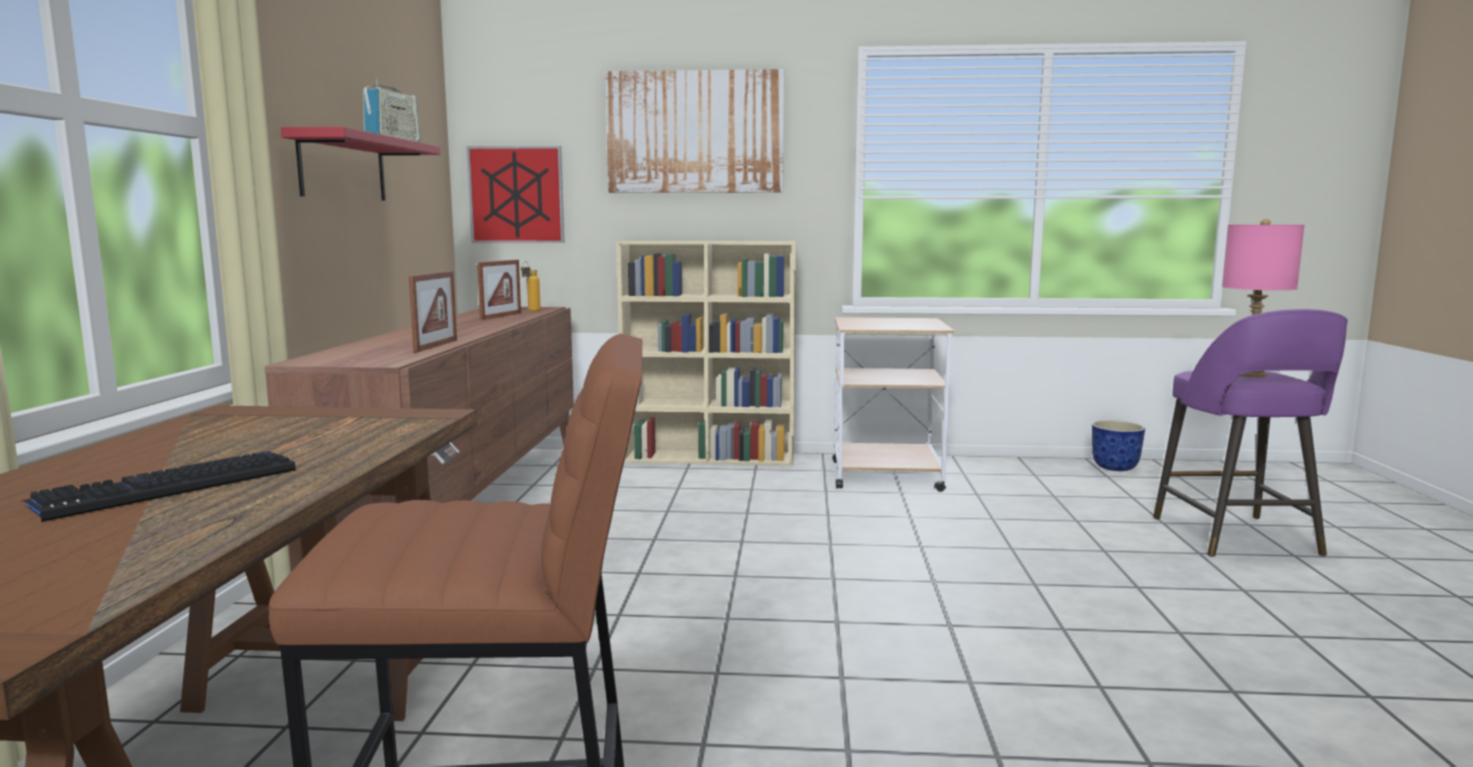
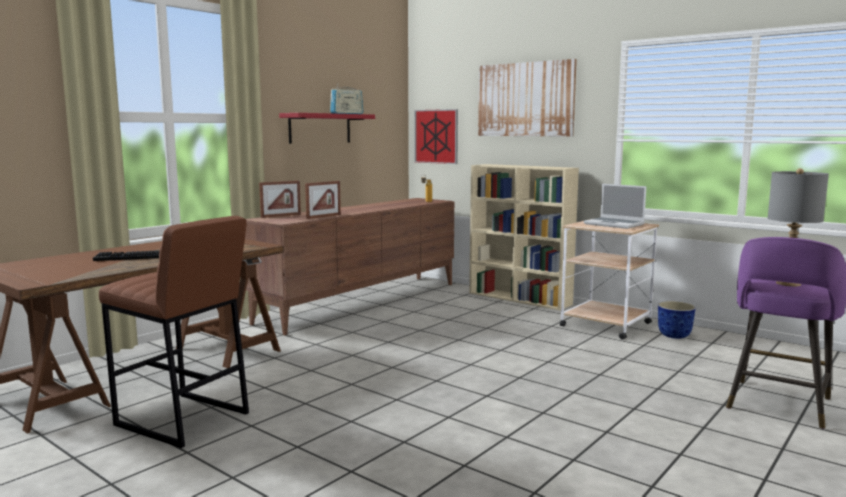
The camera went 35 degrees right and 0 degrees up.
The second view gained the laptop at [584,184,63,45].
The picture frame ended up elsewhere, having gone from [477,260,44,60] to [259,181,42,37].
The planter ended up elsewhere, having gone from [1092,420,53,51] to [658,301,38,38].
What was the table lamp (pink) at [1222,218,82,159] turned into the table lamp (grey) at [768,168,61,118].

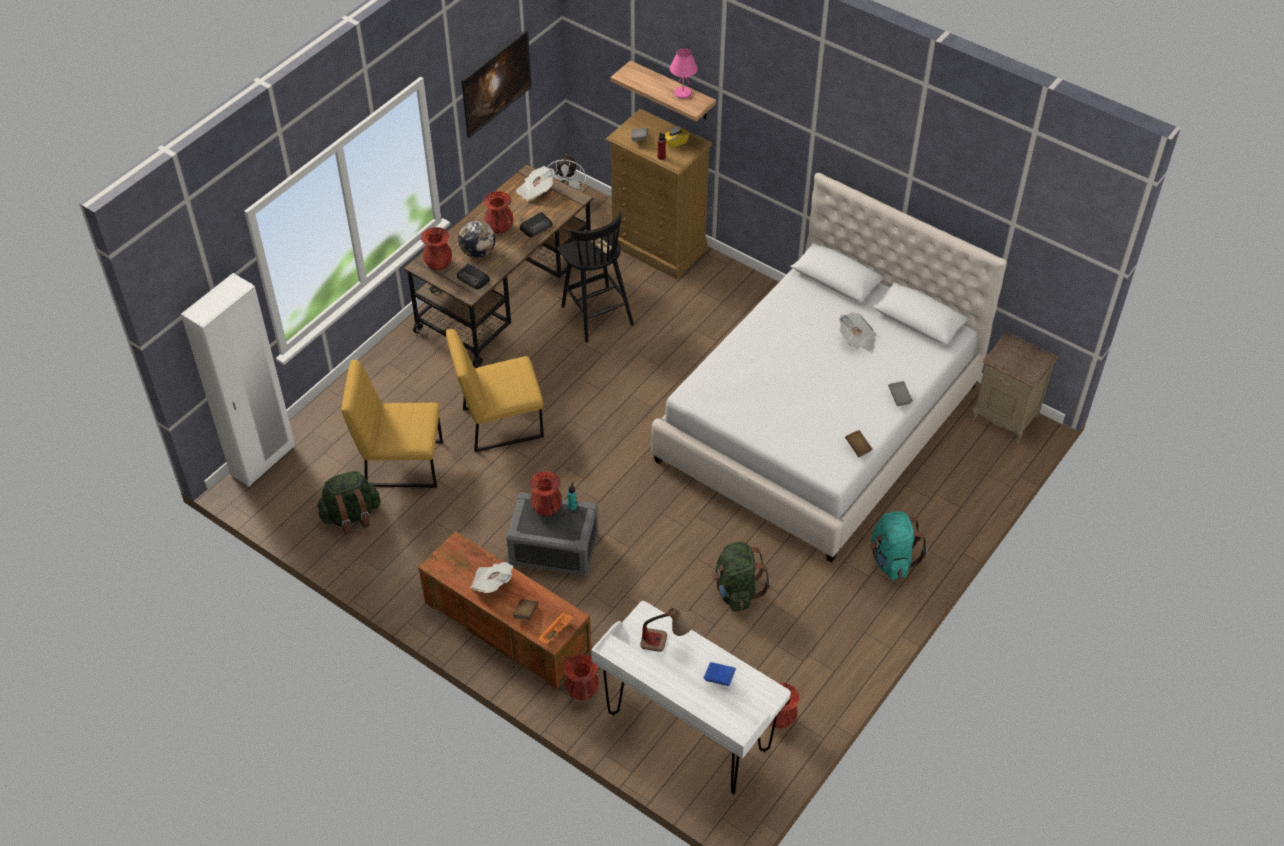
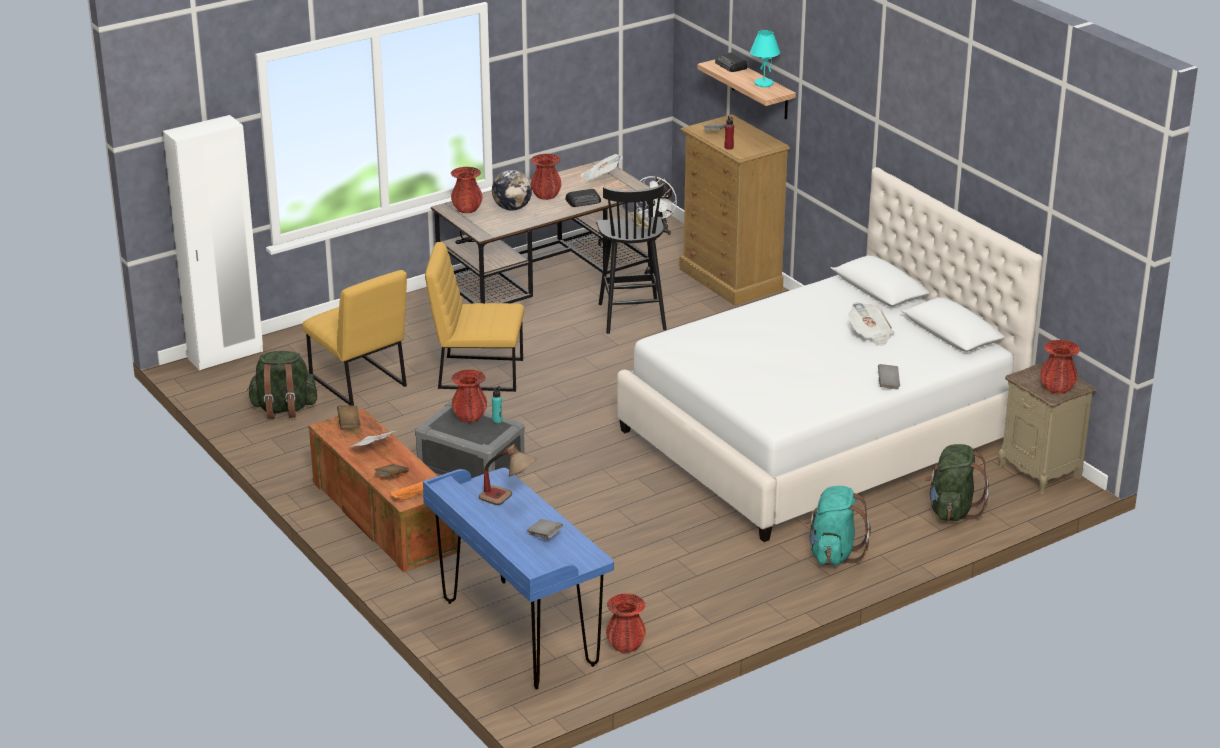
The camera went 20 degrees right and 20 degrees down.
The second view lost the picture at [461,30,71,108].
The second view lost the tissue box (yellow) at [664,126,25,23].
The radio ended up elsewhere, having gone from [457,264,33,26] to [715,52,32,20].
The vase (red) ended up elsewhere, having gone from [565,655,34,45] to [1040,340,40,54].
The backpack (green) ended up elsewhere, having gone from [712,542,58,70] to [925,444,64,77].
The book (brown) ended up elsewhere, having gone from [845,430,28,27] to [337,405,24,24].
What was the desk (white) at [591,601,200,193] turned into the desk (blue) at [423,468,191,221].
What was the table lamp (pink) at [670,49,28,50] turned into the table lamp (turquoise) at [750,30,30,57].
What was the book (blue) at [703,662,33,24] turned into the book (grey) at [527,519,36,20].
The chair (yellow) at [341,360,102,128] ended up facing another way, 150 degrees counterclockwise from before.

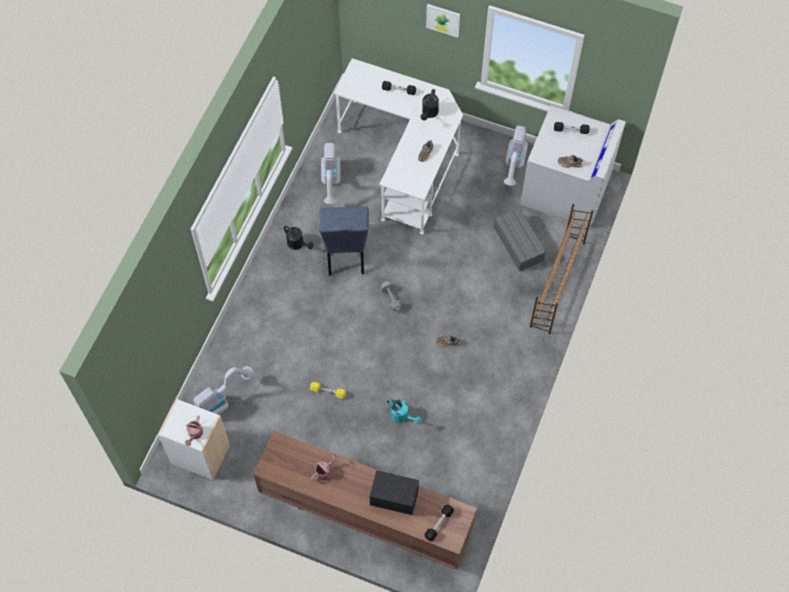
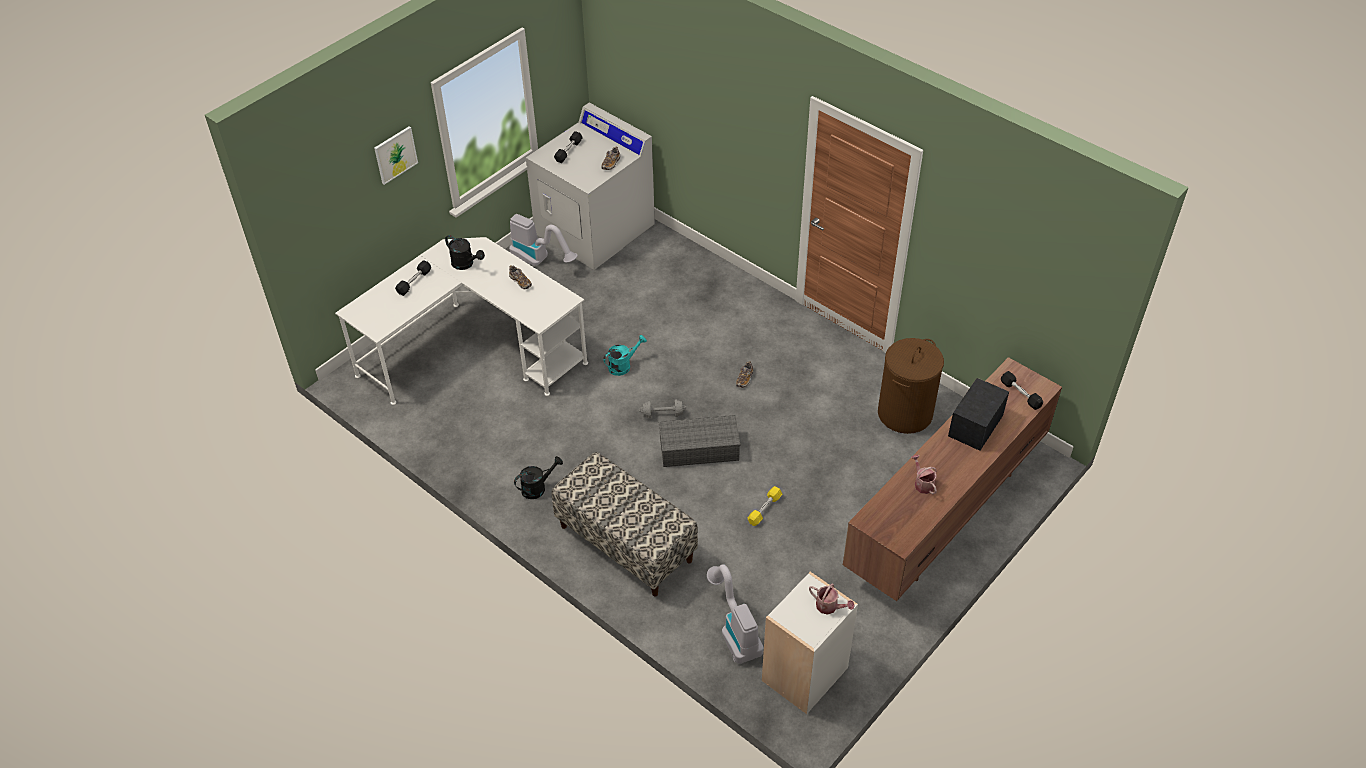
The camera went 70 degrees left and 15 degrees down.
The second view lost the chair (blue) at [319,207,50,68].
The second view lost the vacuum cleaner at [321,143,19,61].
The second view lost the shoe rack (brown) at [530,204,63,130].
The second view gained the bench at [551,452,147,145].
The second view gained the laundry basket (brown) at [878,338,66,96].
The watering can (turquoise) ended up elsewhere, having gone from [387,399,34,25] to [603,335,44,41].
The storage box (grey) ended up elsewhere, having gone from [494,208,52,63] to [659,415,81,52].

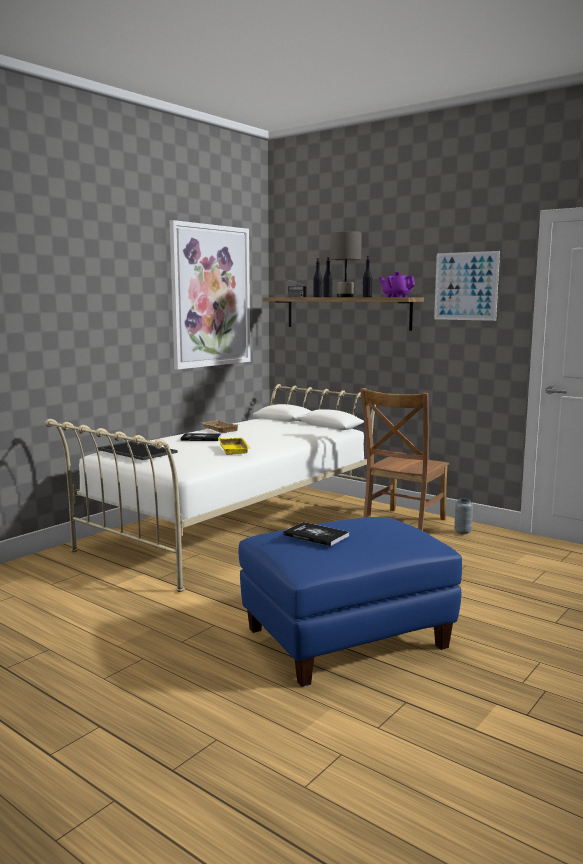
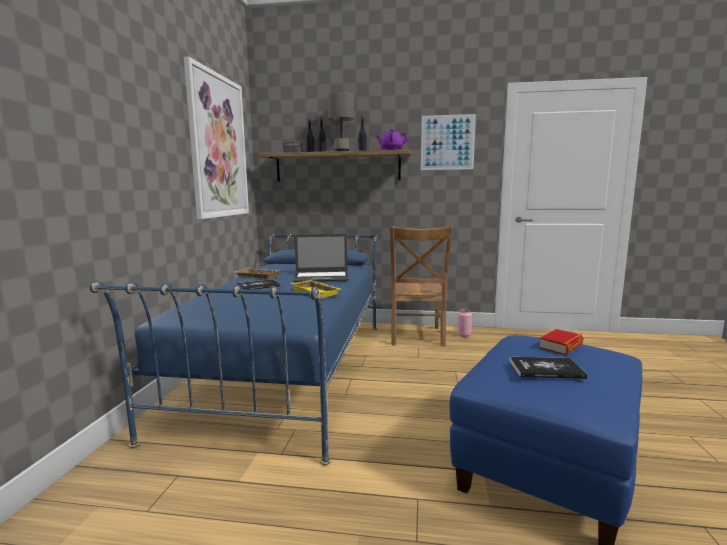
The camera went 30 degrees left and 0 degrees up.
The second view lost the tray at [97,441,81,19].
The second view gained the laptop at [293,234,56,48].
The second view gained the book at [539,329,44,26].
What was the bed (white) at [45,384,331,208] turned into the bed (blue) at [90,233,288,232].
What was the vase (grey) at [454,499,19,35] turned into the vase (pink) at [458,309,14,28].

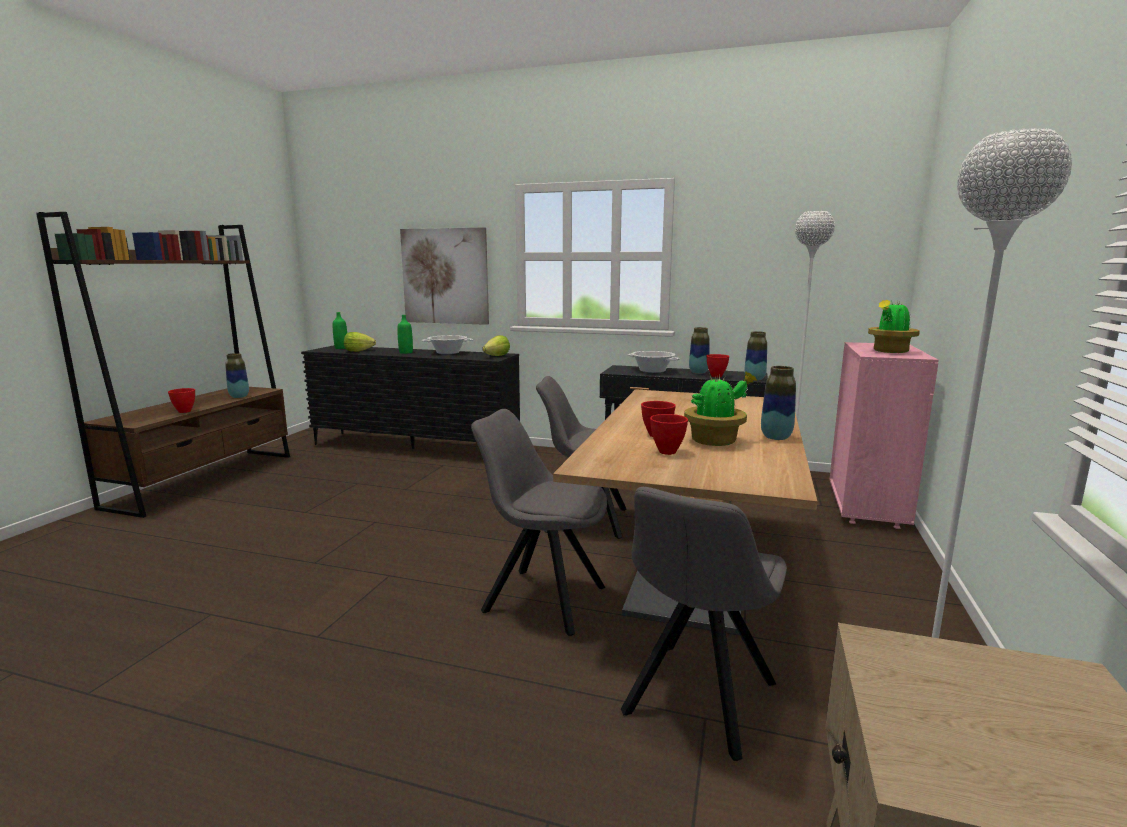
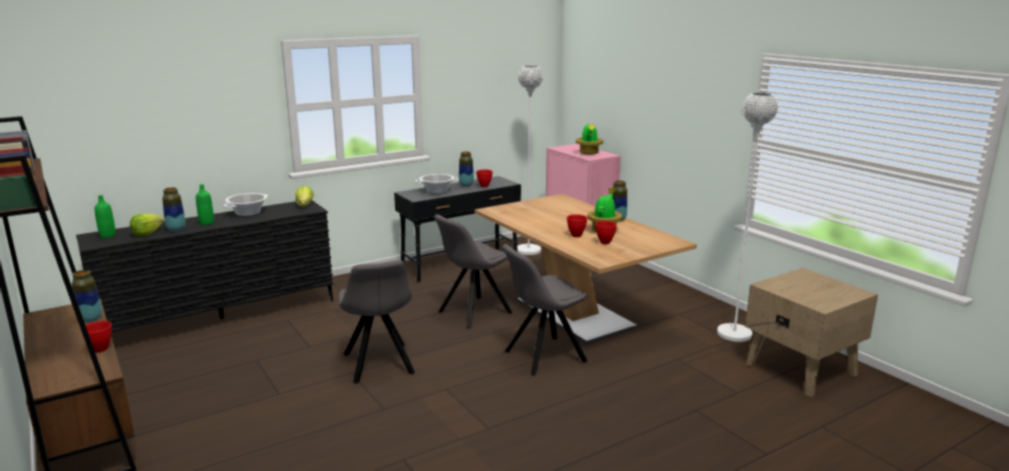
The camera went 50 degrees left and 5 degrees up.
The second view lost the picture at [400,227,89,98].
The chair (grey) ended up elsewhere, having gone from [621,487,166,274] to [339,260,76,124].
The vase ended up elsewhere, having gone from [744,331,23,50] to [162,187,24,45].

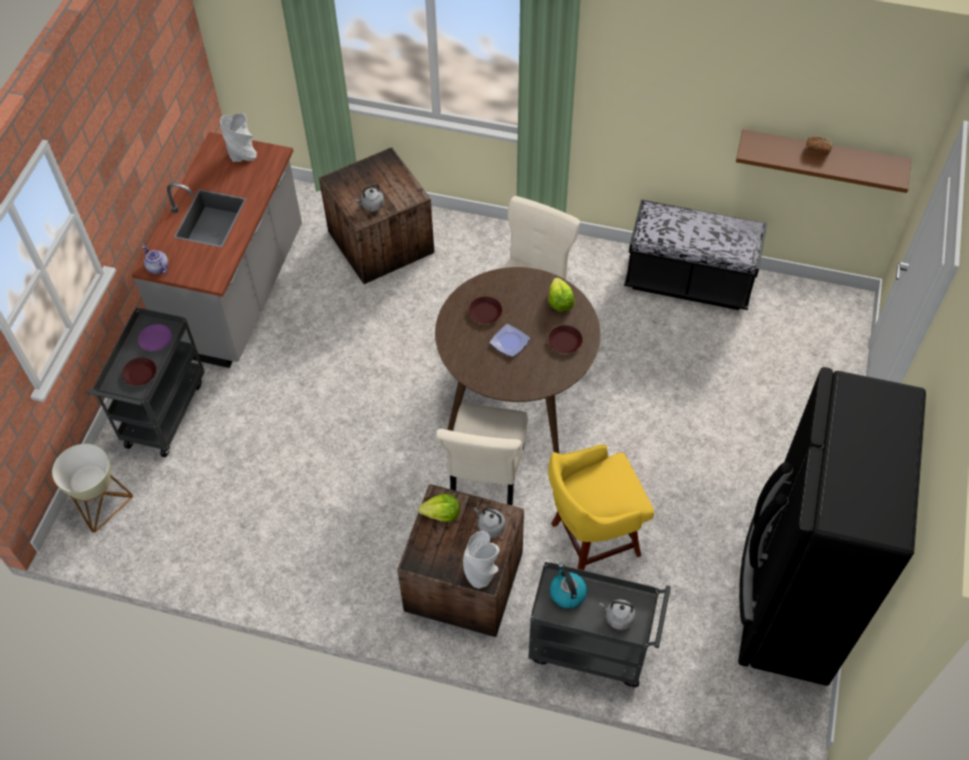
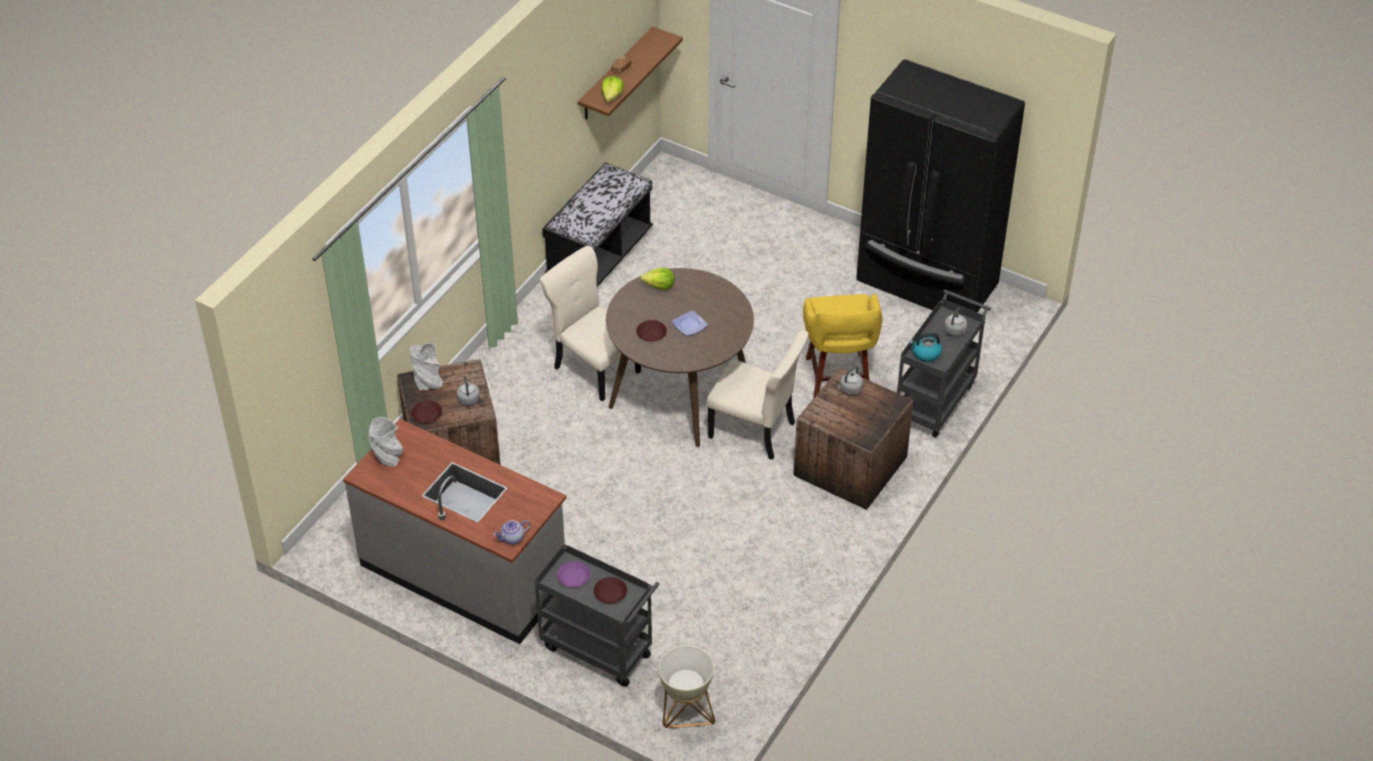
The camera went 75 degrees left and 10 degrees down.
The lettuce ended up elsewhere, having gone from [418,494,42,28] to [601,76,23,26].
The vase (grey) ended up elsewhere, having gone from [463,531,37,58] to [410,343,33,47].
The plate (brown) ended up elsewhere, having gone from [548,325,35,28] to [411,401,31,22].

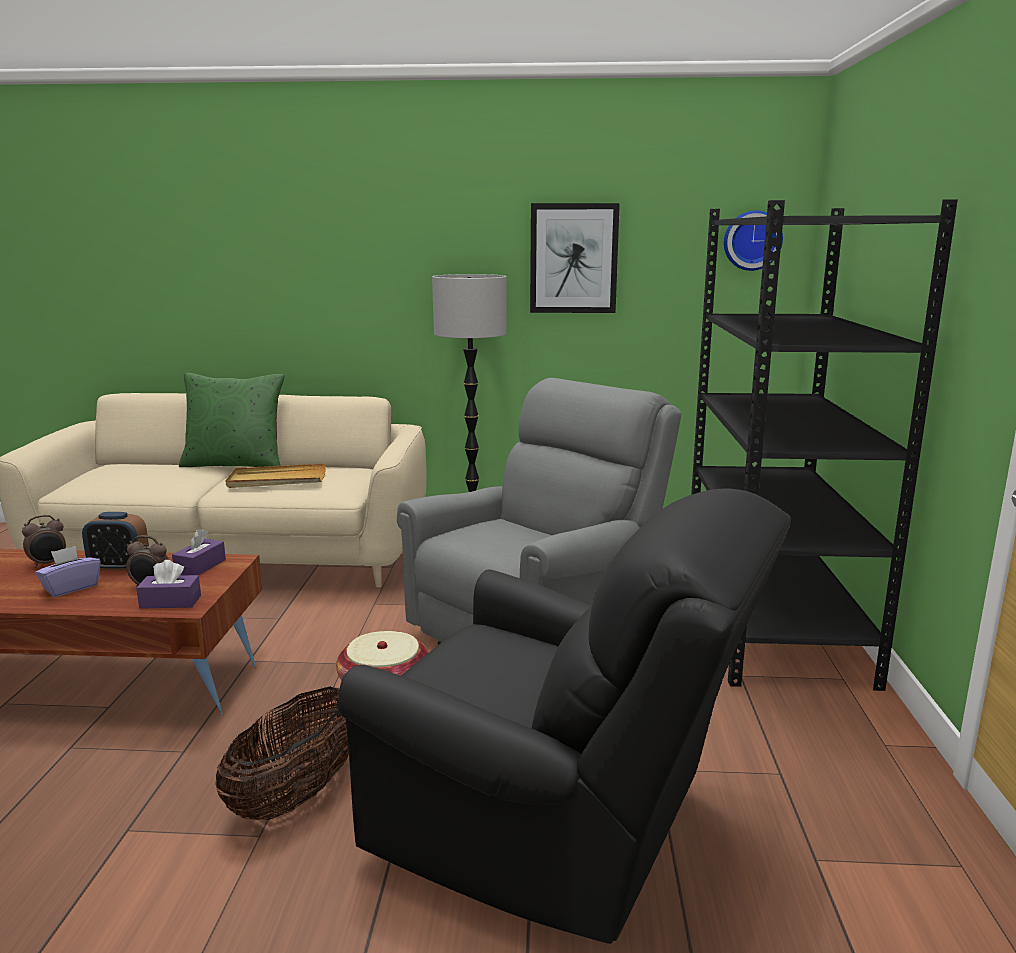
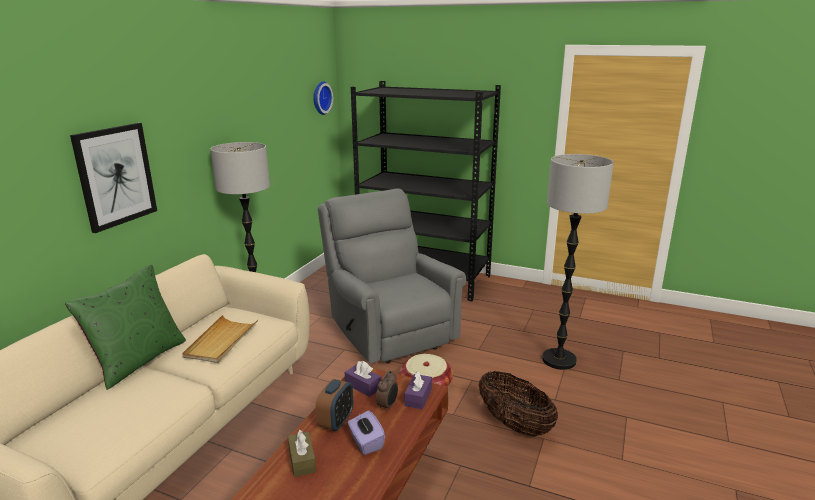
The camera went 70 degrees left and 5 degrees up.
The picture ended up elsewhere, having gone from [530,203,90,110] to [70,123,87,110].
Where the alarm clock stood at [22,515,44,53], the tissue box (brown) came to stand at [288,430,28,47].
Where the armchair (black) stood at [338,488,453,456], the floor lamp came to stand at [542,154,72,216].

